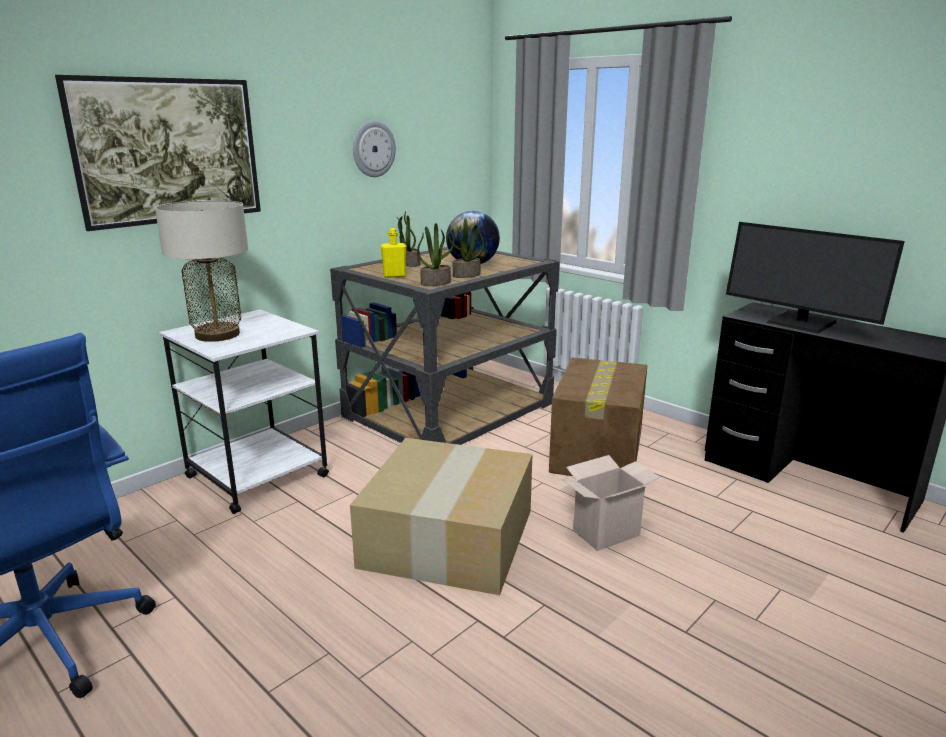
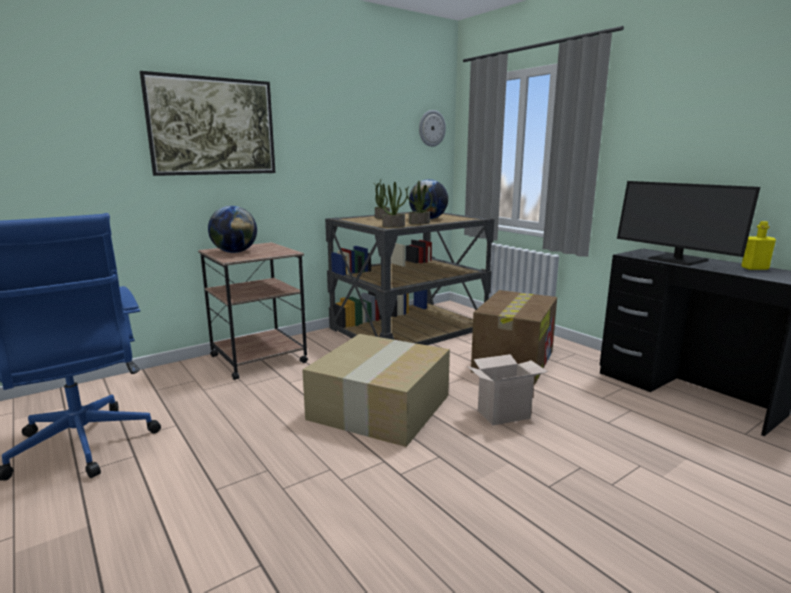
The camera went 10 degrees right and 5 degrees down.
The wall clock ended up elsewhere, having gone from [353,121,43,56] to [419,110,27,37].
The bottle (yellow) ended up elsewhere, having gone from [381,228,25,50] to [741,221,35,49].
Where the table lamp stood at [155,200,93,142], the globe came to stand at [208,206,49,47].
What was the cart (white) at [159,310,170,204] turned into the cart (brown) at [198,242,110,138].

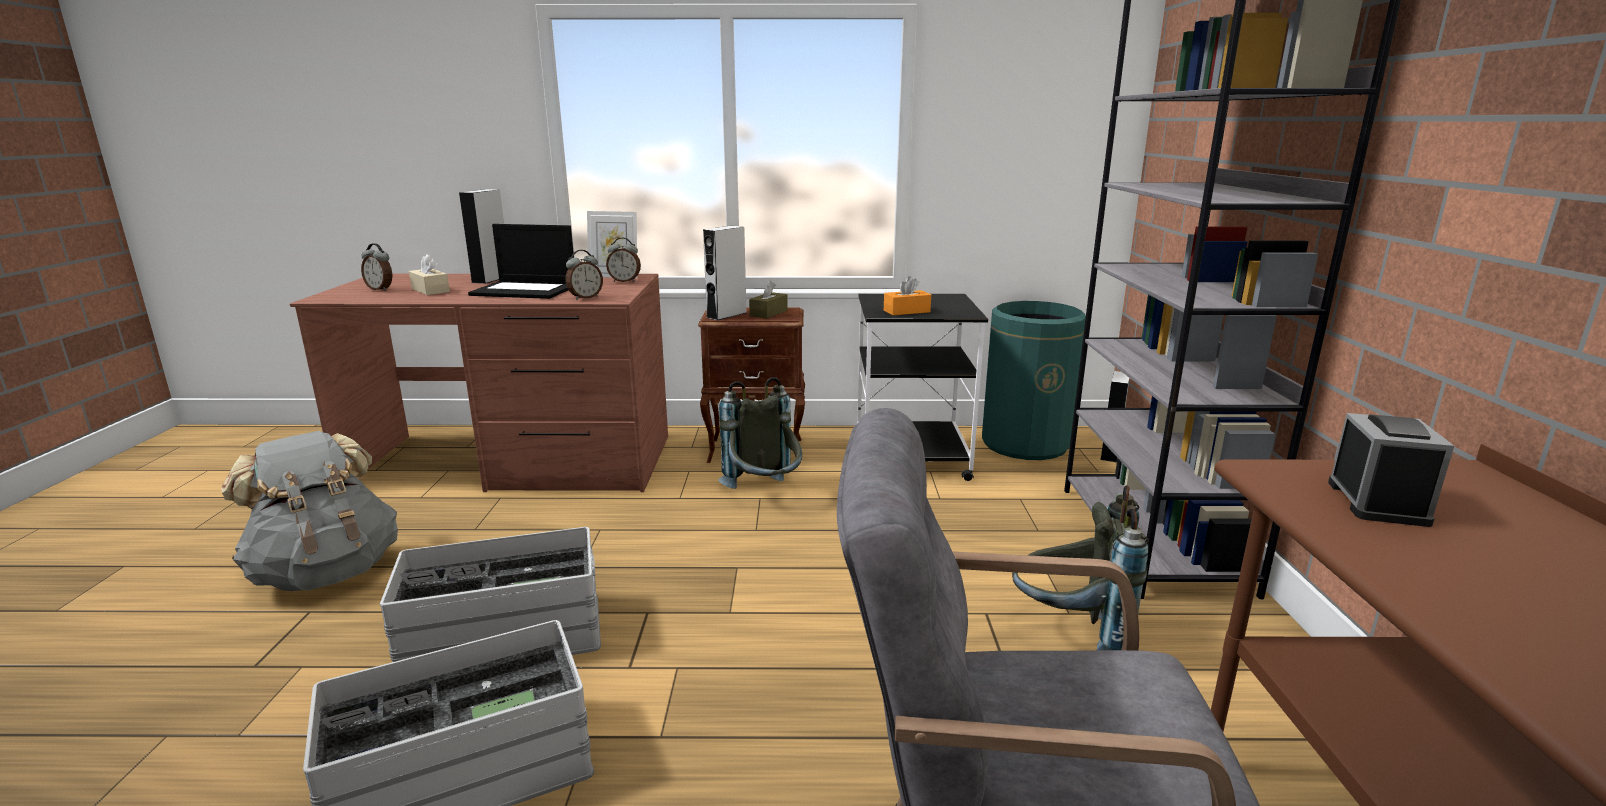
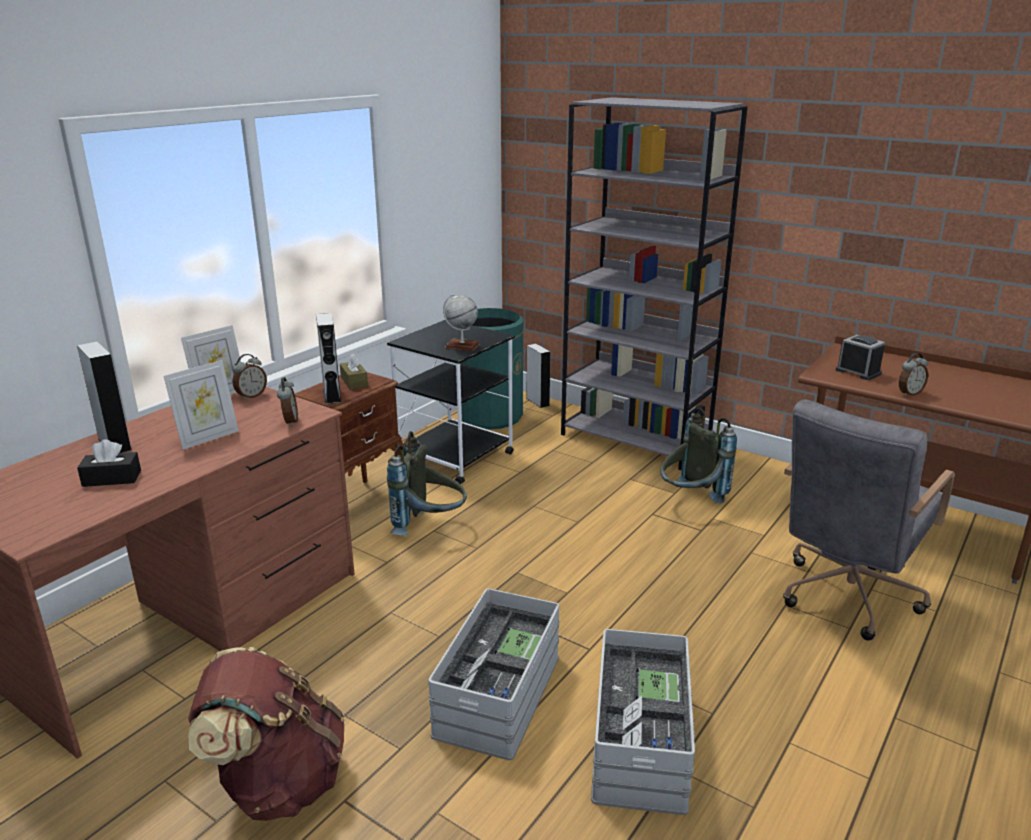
The camera went 55 degrees left and 5 degrees up.
The alarm clock ended up elsewhere, having gone from [361,243,31,48] to [899,353,29,43].
Where the laptop stood at [468,224,106,75], the picture frame came to stand at [164,360,75,90].
Where the tissue box (orange) stood at [884,276,47,39], the globe came to stand at [443,294,37,57].
What was the backpack (grey) at [221,431,177,160] turned into the backpack (brown) at [188,647,156,174].
What was the tissue box (beige) at [409,254,41,41] turned into the tissue box (black) at [77,439,64,48].

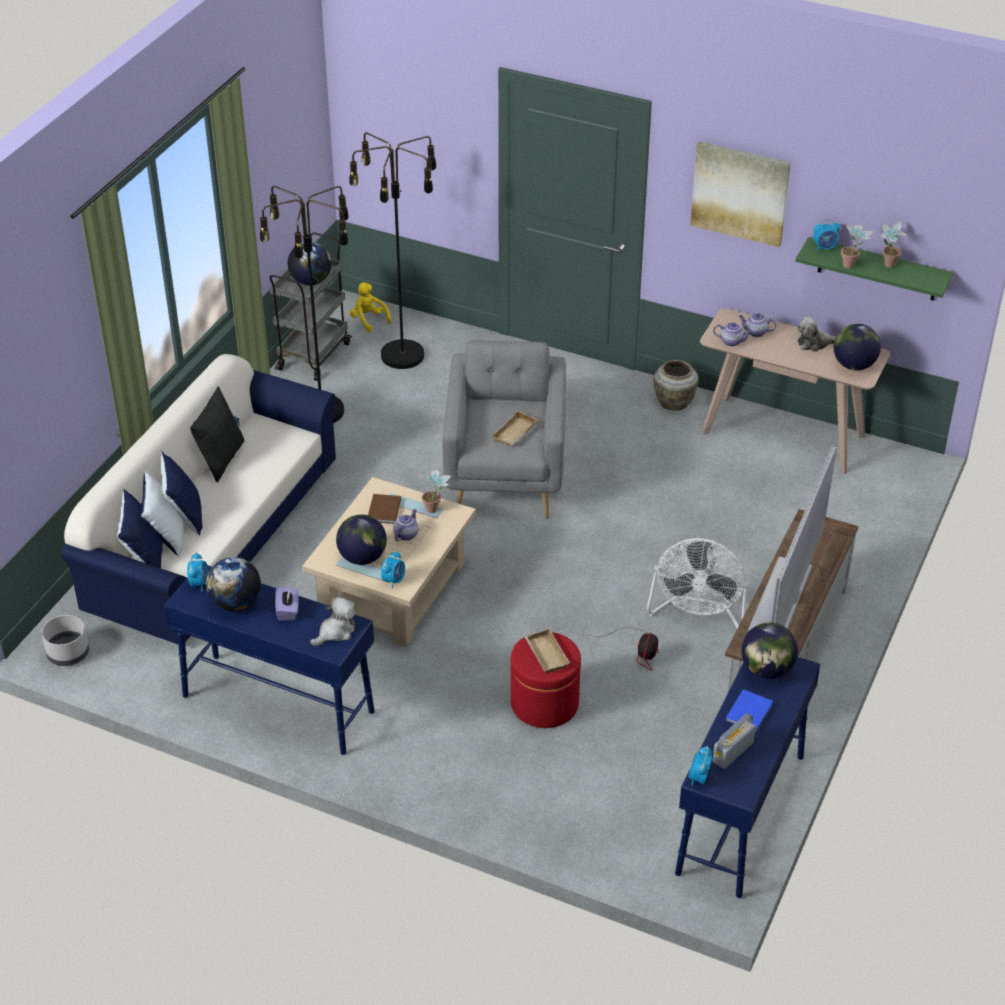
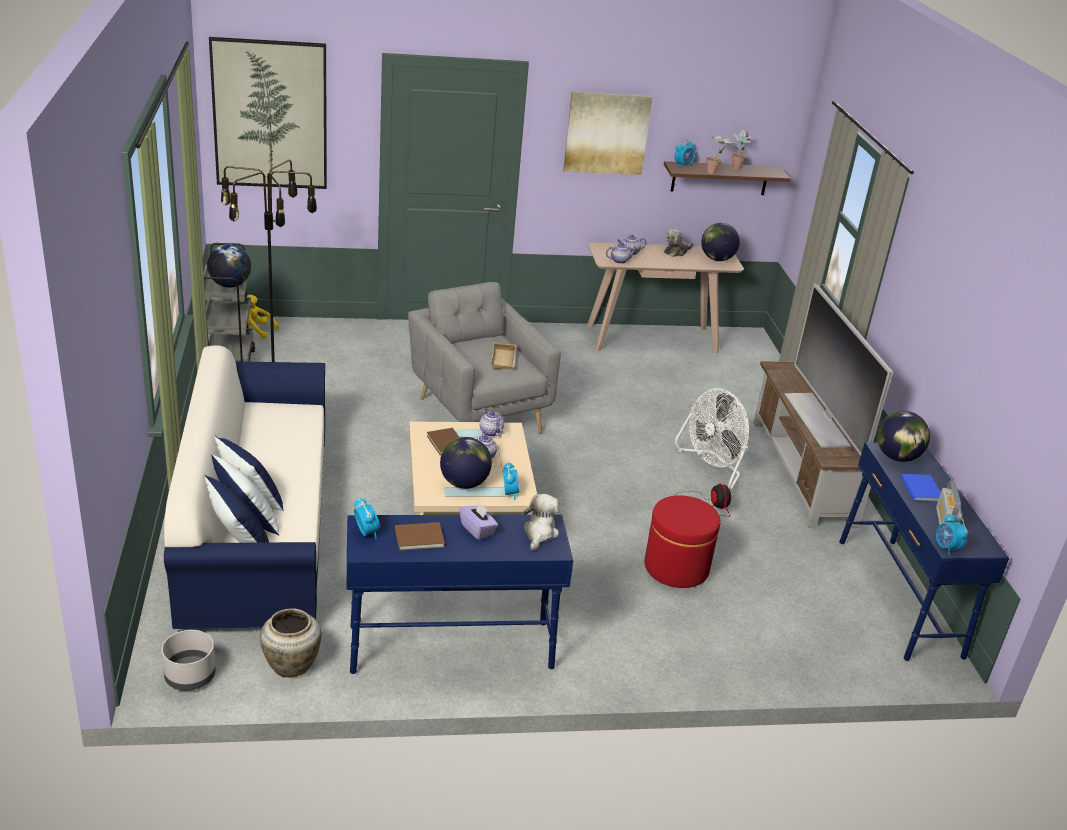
The camera went 35 degrees left and 10 degrees down.
The second view lost the pillow (black) at [190,387,54,95].
The second view lost the floor lamp at [349,132,87,237].
The second view lost the tray (beige) at [524,628,46,45].
The second view gained the picture at [209,37,118,152].
The vase (beige) ended up elsewhere, having gone from [653,360,46,51] to [260,608,61,69].
Where the globe stood at [206,557,55,55], the book (brown) came to stand at [395,522,50,29].
Where the potted plant stood at [421,469,31,44], the teapot came to stand at [480,408,24,28].
What was the shelf (green) at [795,237,159,64] turned into the shelf (brown) at [664,161,126,34].
The fan (white) at [647,537,101,91] ended up facing another way, 75 degrees clockwise from before.

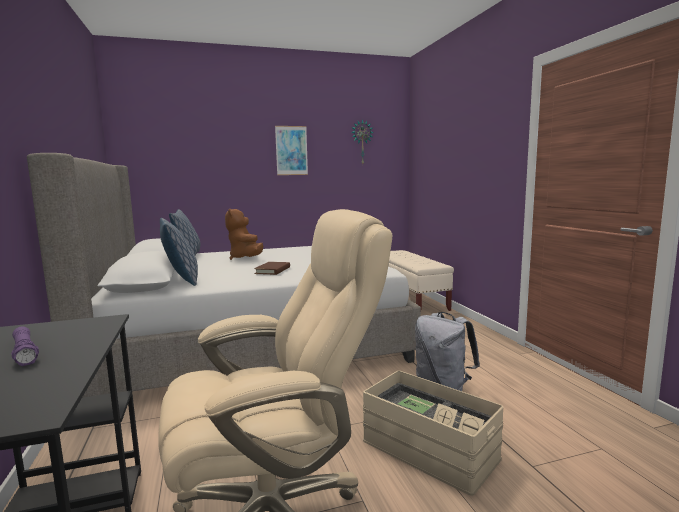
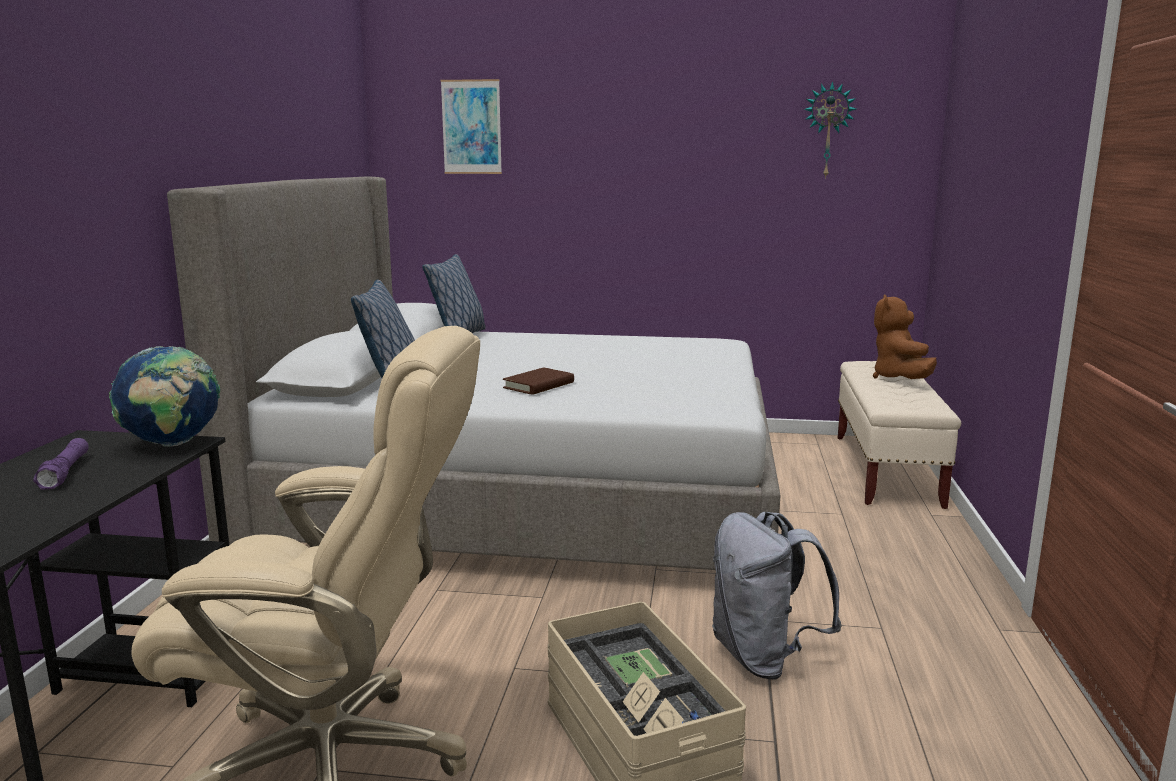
The camera went 25 degrees right and 5 degrees up.
The second view gained the globe at [109,346,111,101].
The plush toy (brown) ended up elsewhere, having gone from [225,209,38,51] to [873,295,64,84].
The picture ended up elsewhere, having gone from [275,126,33,49] to [441,79,61,95].

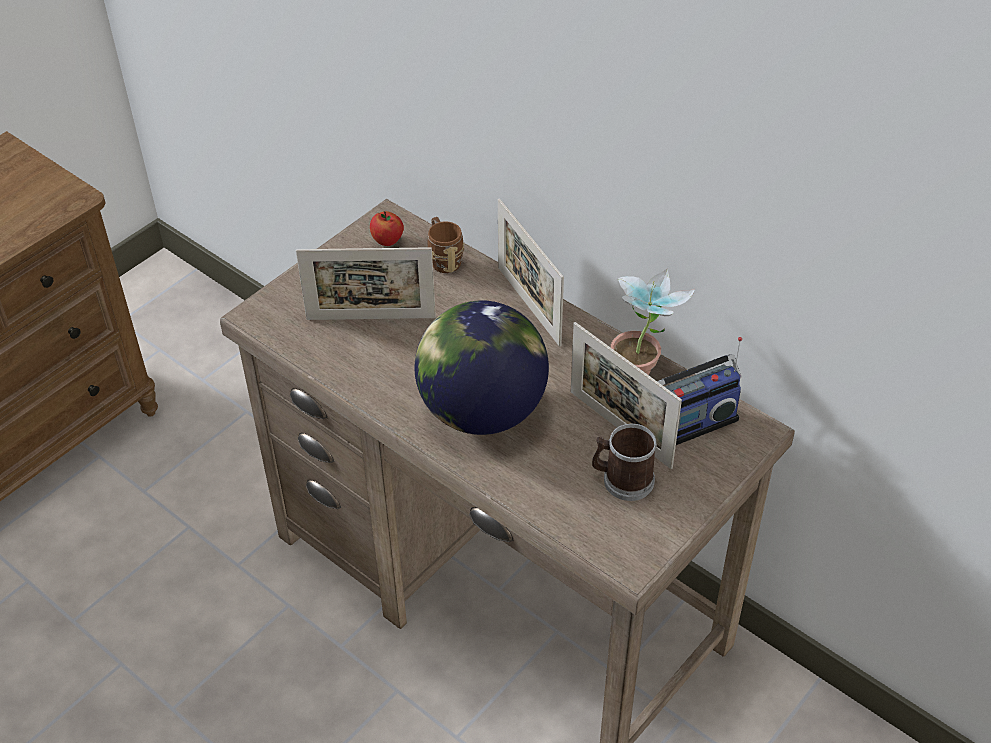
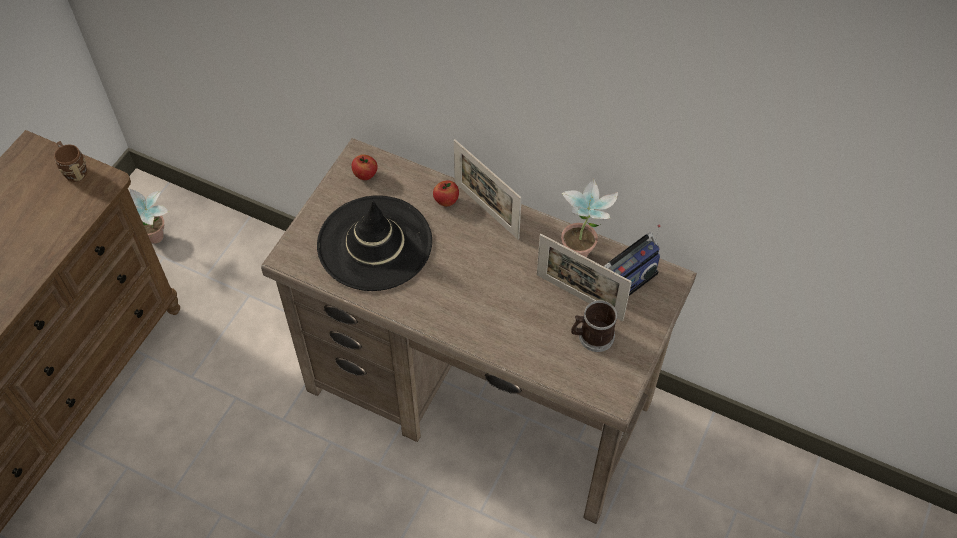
The camera went 15 degrees left and 10 degrees up.
The second view lost the globe at [414,300,135,135].
The second view gained the potted plant at [130,189,39,55].
The second view gained the apple at [433,180,26,27].
The mug (brown) ended up elsewhere, having gone from [428,217,36,56] to [54,141,33,41].
Where the picture frame stood at [296,247,140,73], the hat (black) came to stand at [317,195,115,96].

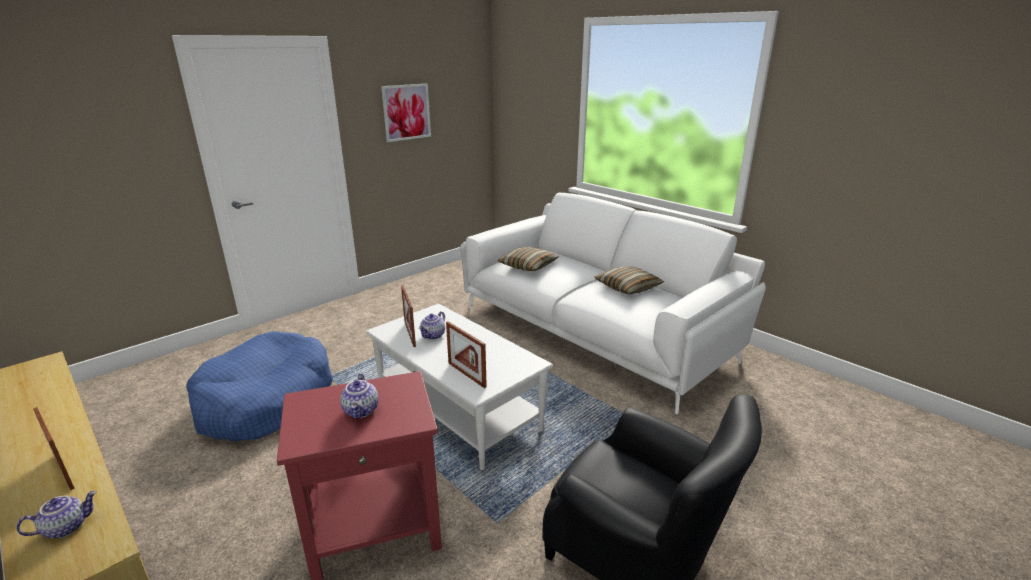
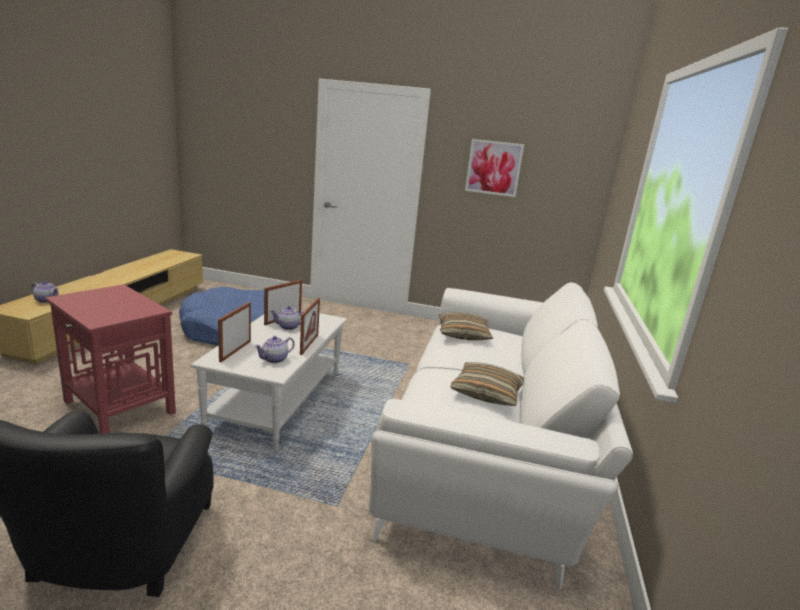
The camera went 55 degrees right and 5 degrees down.
The picture frame ended up elsewhere, having gone from [33,407,42,83] to [300,298,20,57].
The teapot ended up elsewhere, having gone from [340,373,38,46] to [254,336,41,27].

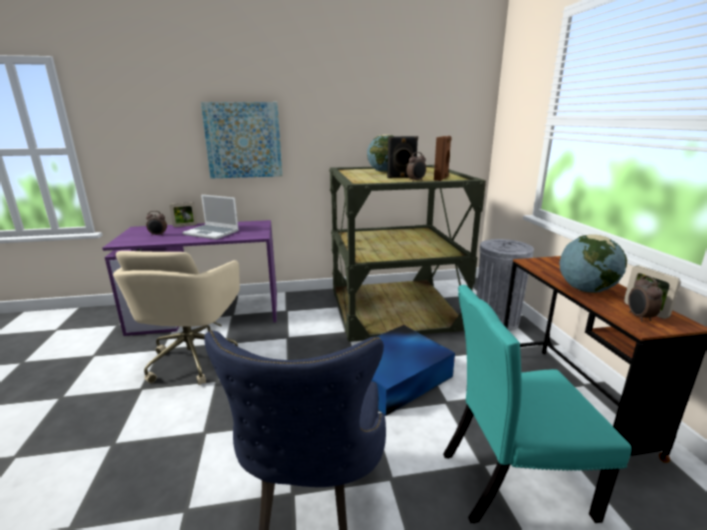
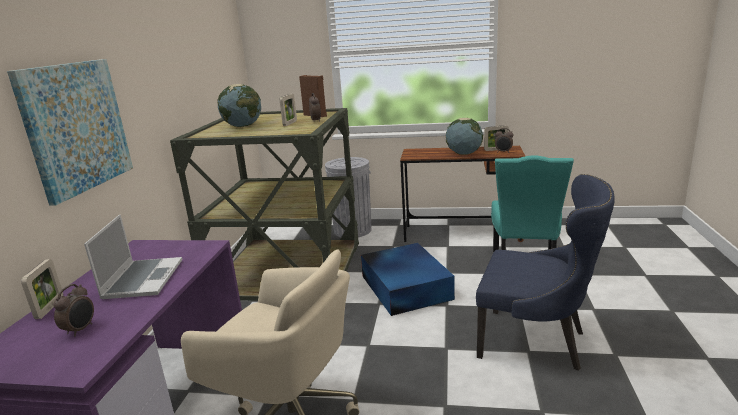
The camera went 70 degrees left and 0 degrees up.
Where the speaker (black) stood at [387,136,31,42], the picture frame came to stand at [280,94,17,32].
The laptop at [182,194,57,46] ended up facing another way, 45 degrees counterclockwise from before.

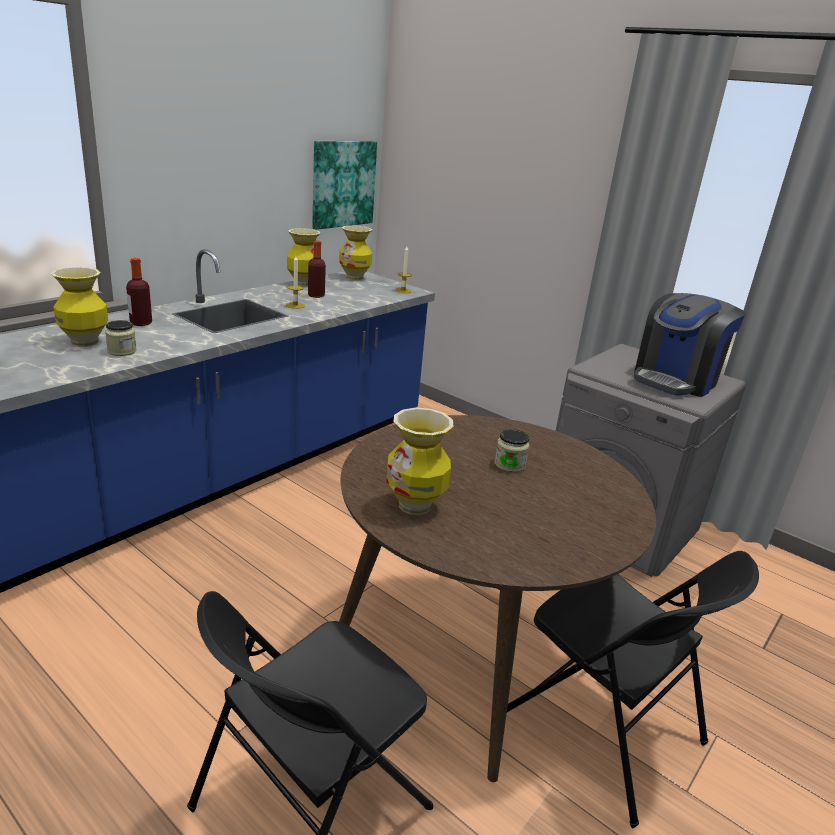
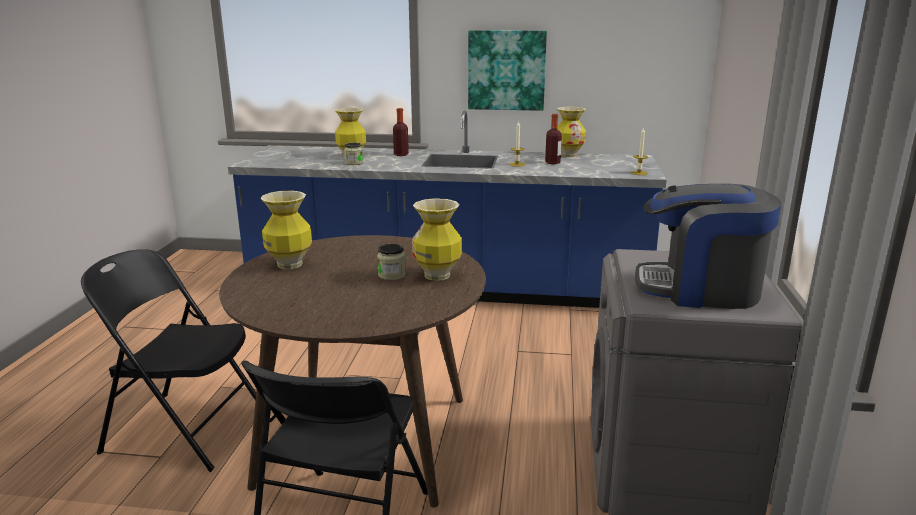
The camera went 60 degrees right and 5 degrees down.
The picture ended up elsewhere, having gone from [312,141,65,89] to [468,30,79,81].
The vase ended up elsewhere, having gone from [339,225,33,55] to [412,198,50,83].

